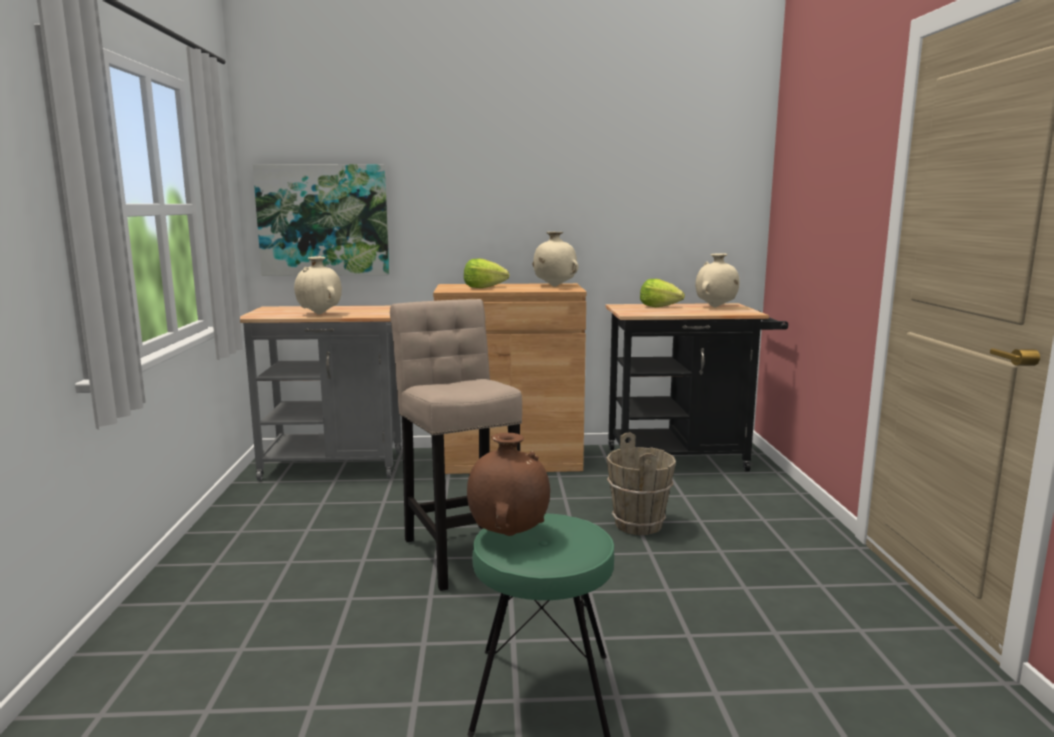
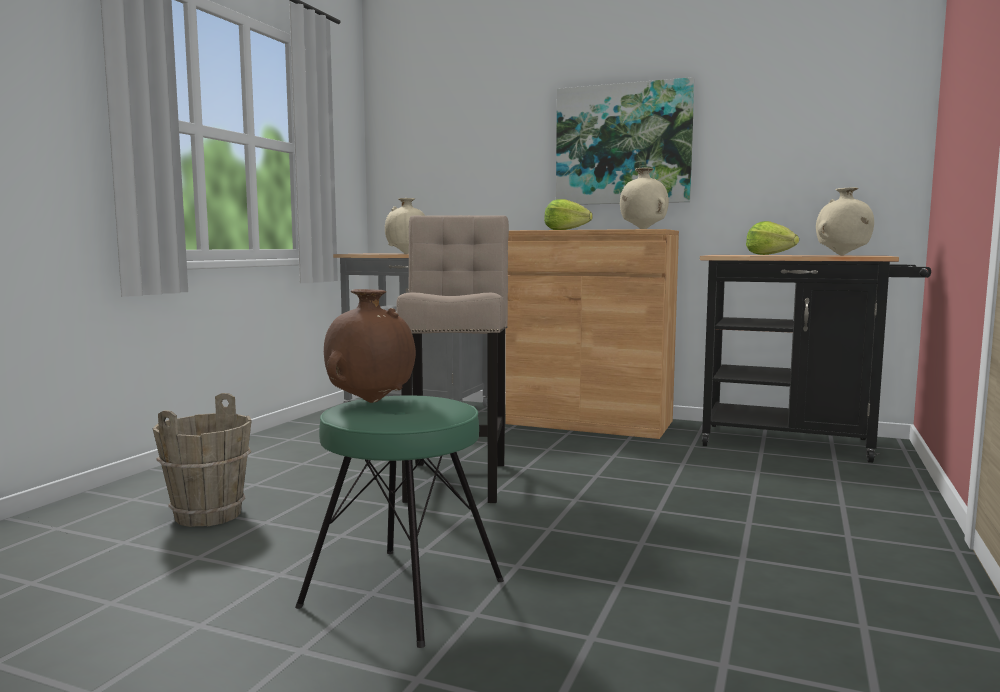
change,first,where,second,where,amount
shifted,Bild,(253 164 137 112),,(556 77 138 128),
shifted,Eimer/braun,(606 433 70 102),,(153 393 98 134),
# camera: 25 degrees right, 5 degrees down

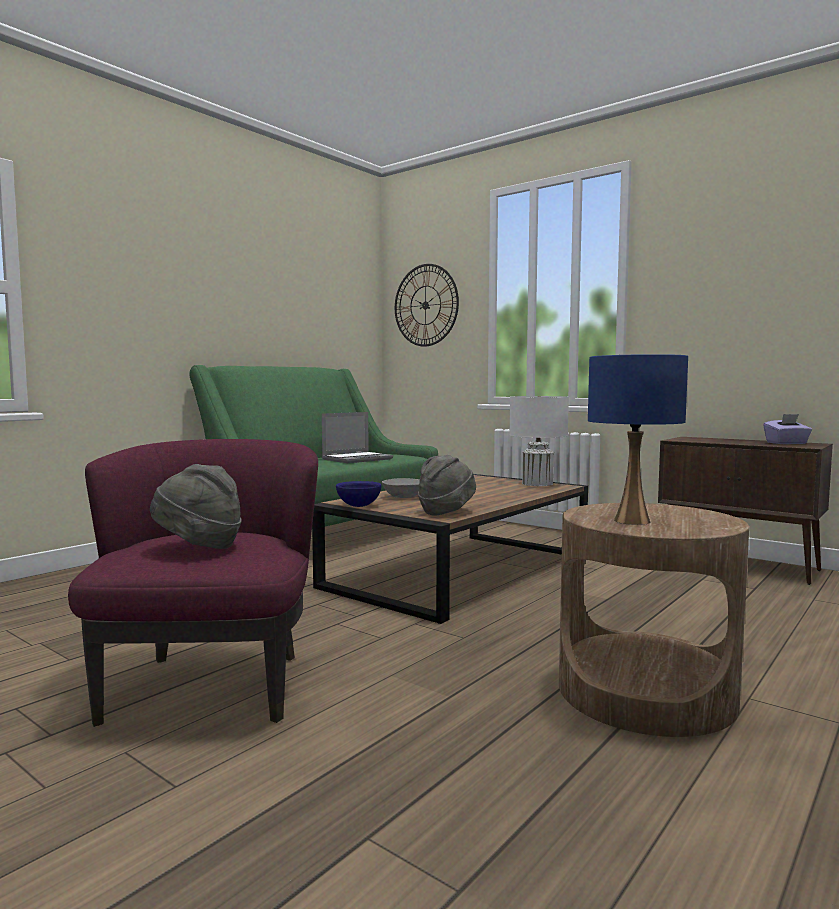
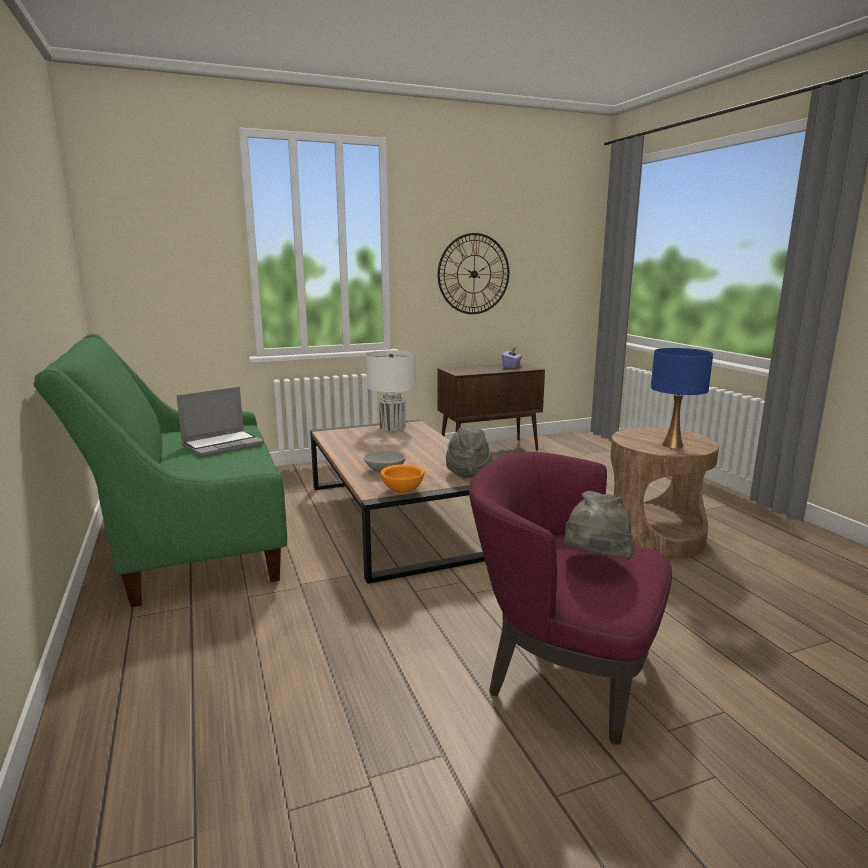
change,first,where,second,where,amount
rotated,Laptop,(322 412 71 51),,(176 387 88 70),60 degrees clockwise
repainted,Schüssel/blau,(336 481 46 26),Schüssel/orange,(381 464 43 29),
shifted,Wanduhr,(395 264 64 83),,(438 233 71 81),
# camera: 60 degrees left, 10 degrees up

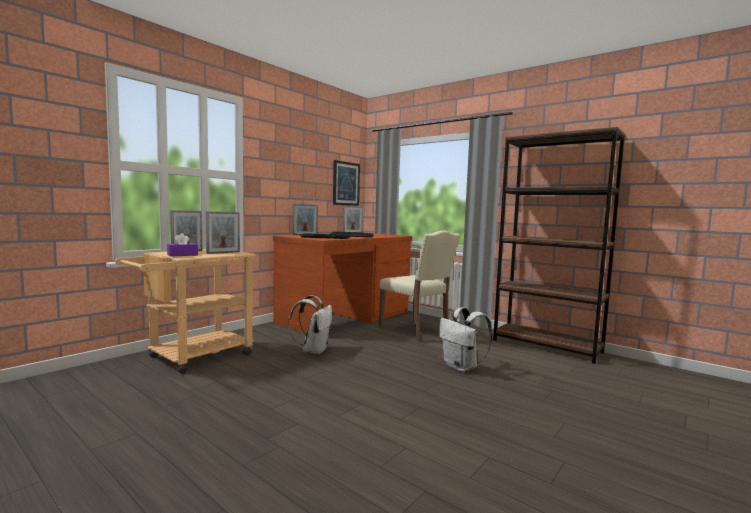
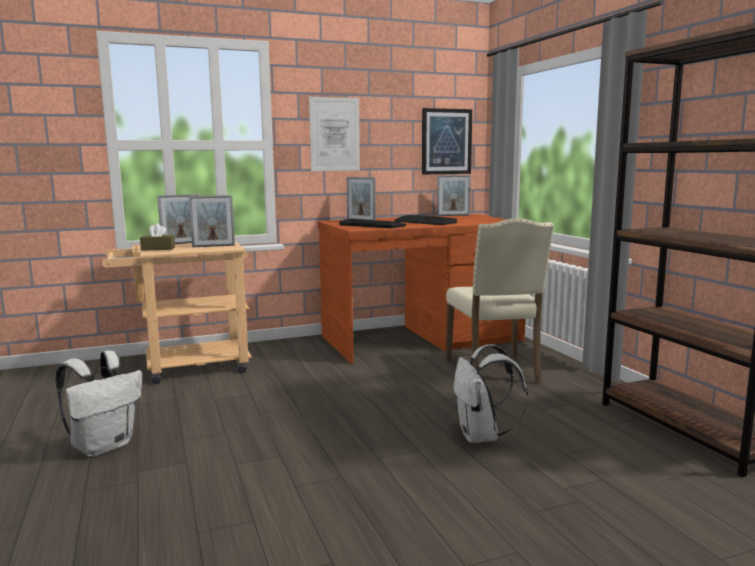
change,first,where,second,where,amount
repainted,Taschentuchbox/lila,(167 233 31 24),Taschentuchbox/braun,(140 223 35 28),
shifted,Rucksack/weiß,(288 295 44 60),,(56 350 86 107),
new,,,Bild,(309 97 51 74),
# camera: 30 degrees right, 5 degrees up

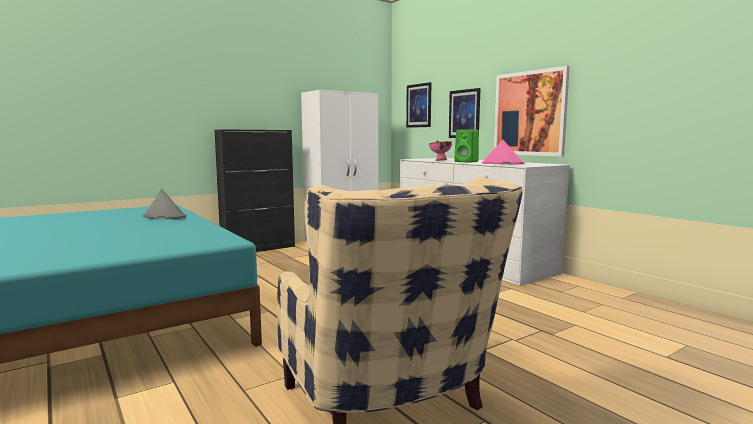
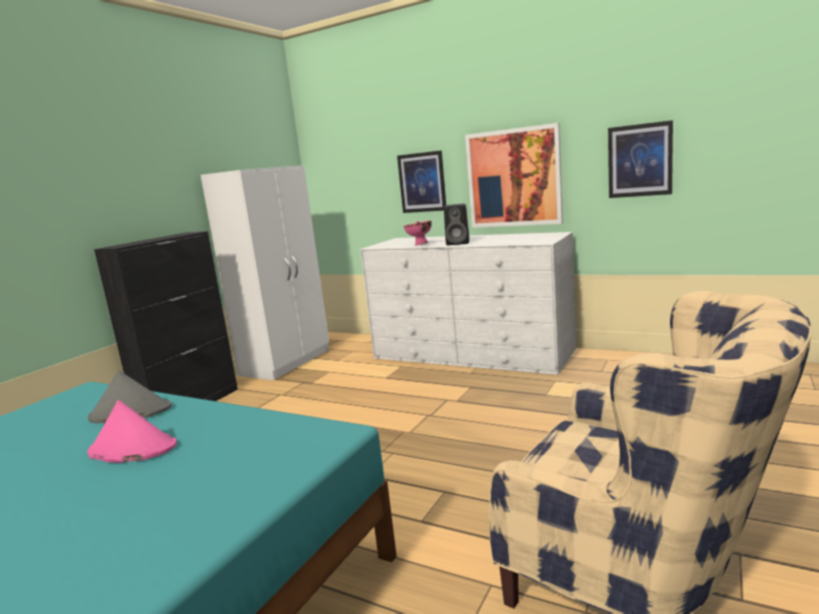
change,first,where,second,where,amount
shifted,Bild,(406 82 26 46),,(608 120 65 78),
repainted,Lautsprecher/grün,(454 130 25 33),Lautsprecher/schwarz,(444 204 25 41),
shifted,Hut/rosa,(482 139 42 25),,(87 400 90 63),
# camera: 25 degrees left, 5 degrees up

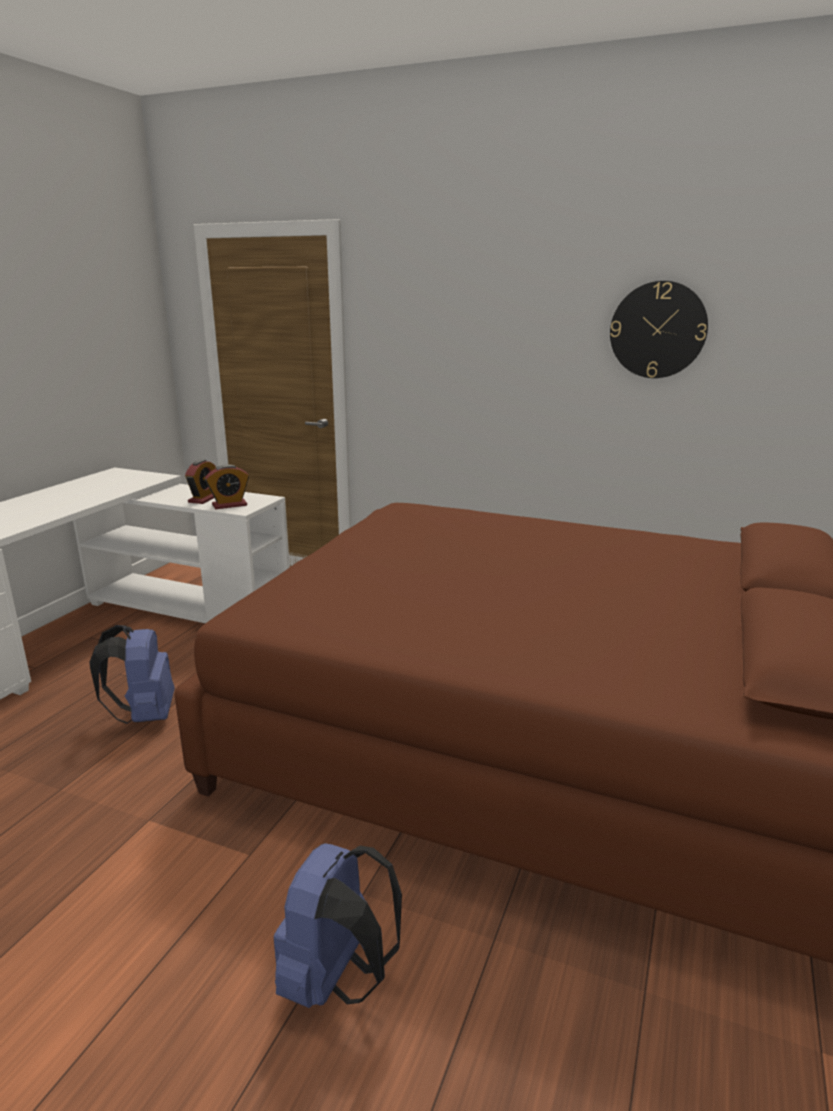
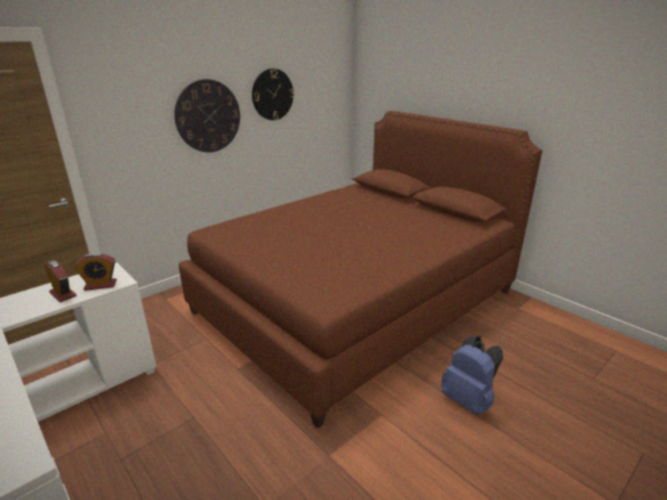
change,first,where,second,where,amount
gone,Rucksack/blau,(89 625 86 99),,,
rotated,Wecker,(205 465 44 44),,(74 253 43 38),75 degrees clockwise
new,,,Wanduhr,(174 79 66 73),
# camera: 65 degrees left, 5 degrees up

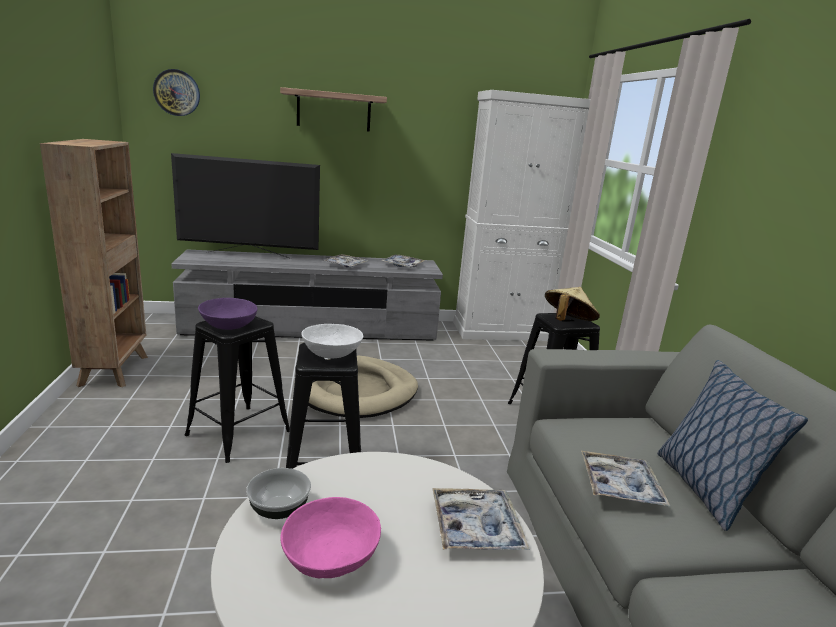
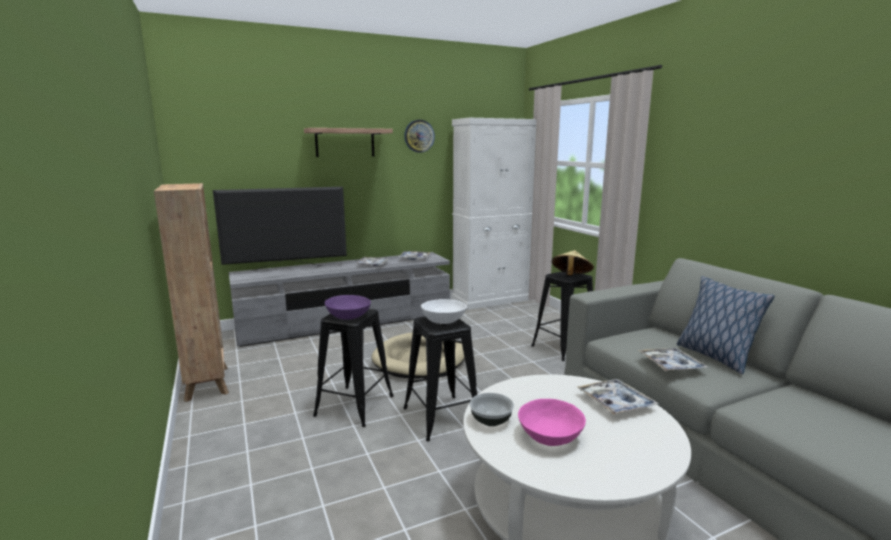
change,first,where,second,where,amount
shifted,Wanduhr,(153 69 47 47),,(404 120 31 33),
# camera: 15 degrees left, 5 degrees down

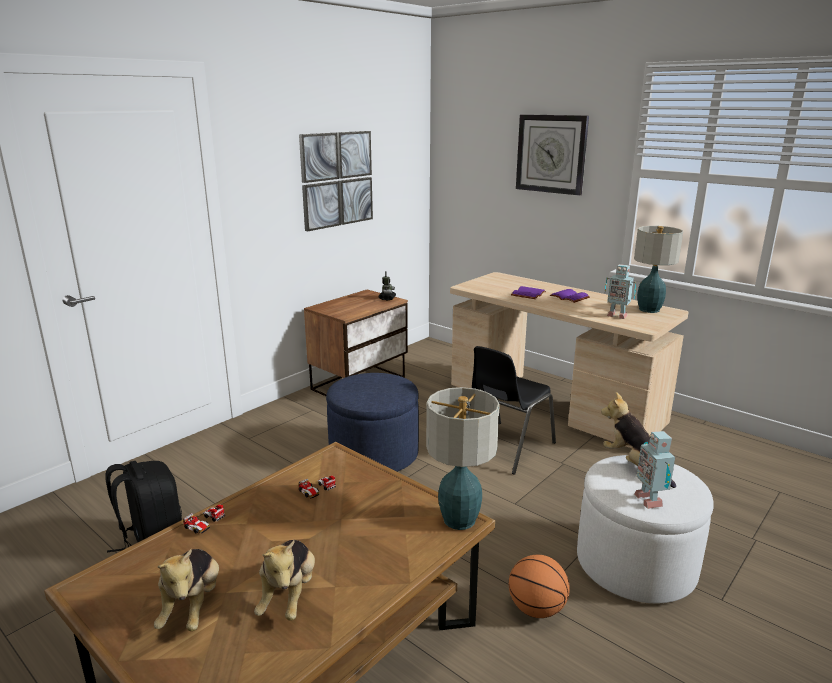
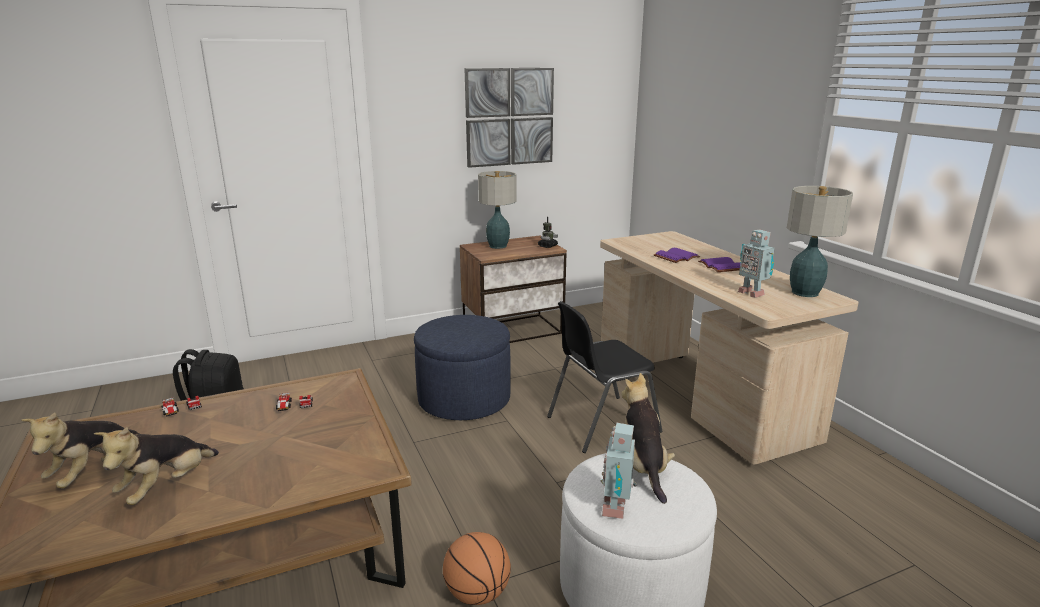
change,first,where,second,where,amount
shifted,Tischlampe,(426 387 74 143),,(478 171 38 78),
gone,Wanduhr,(516 114 73 82),,,
# camera: 25 degrees right, 0 degrees up

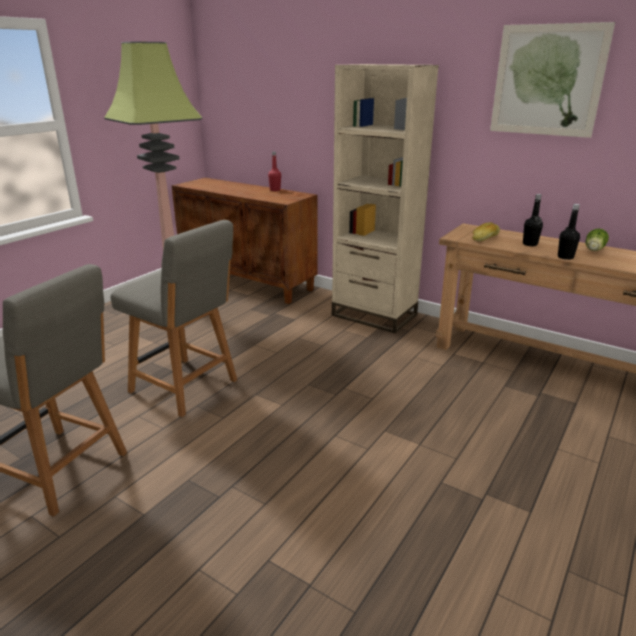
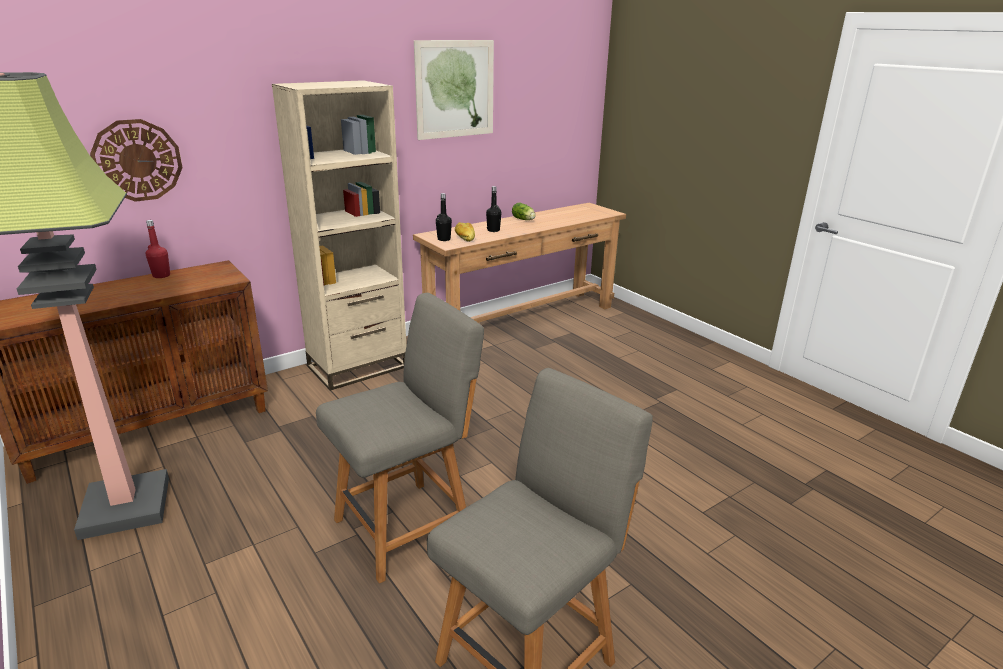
change,first,where,second,where,amount
shifted,Flasche/schwarz,(558 204 22 56),,(436 193 16 48),
new,,,Wanduhr,(90 119 92 83),
# camera: 70 degrees left, 0 degrees up

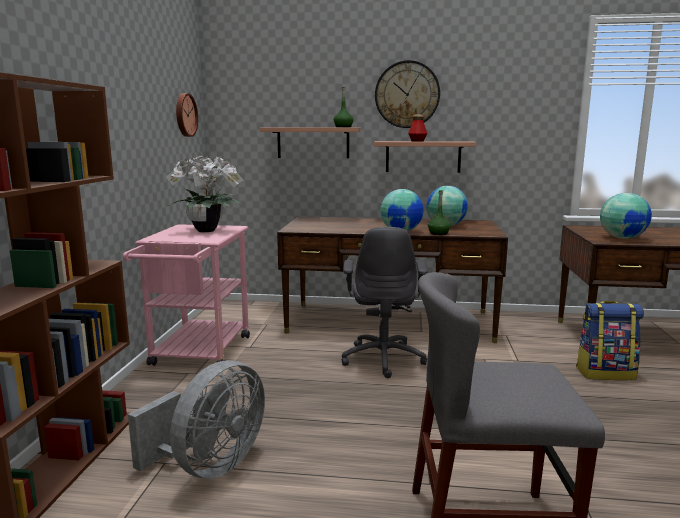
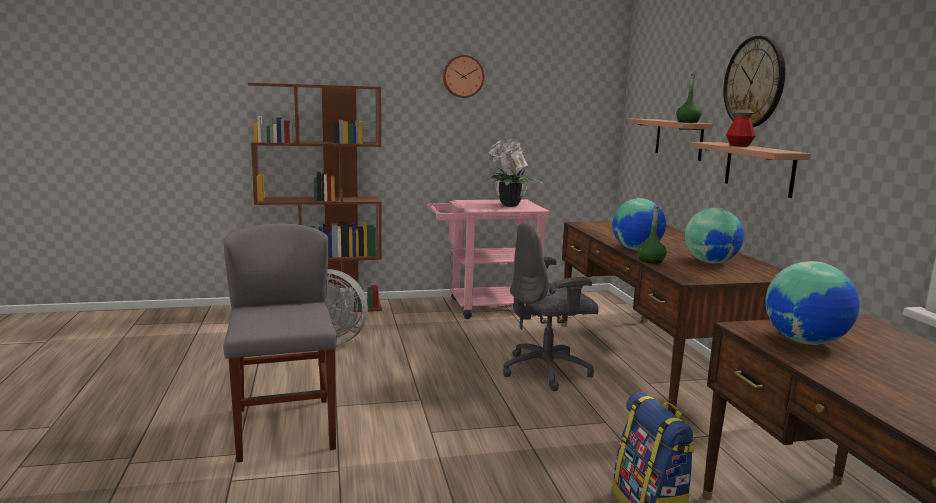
change,first,where,second,where,amount
shifted,Wanduhr,(176 93 22 44),,(443 55 41 43),
# camera: 70 degrees right, 0 degrees up

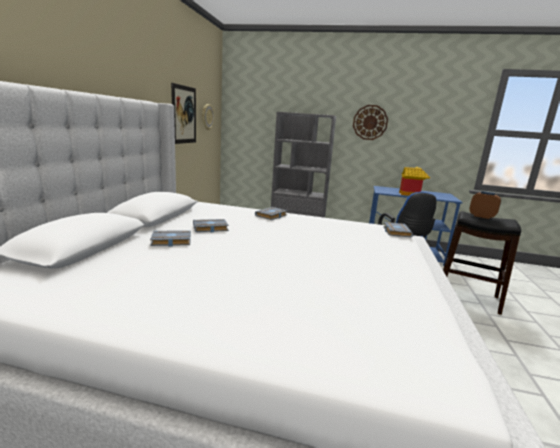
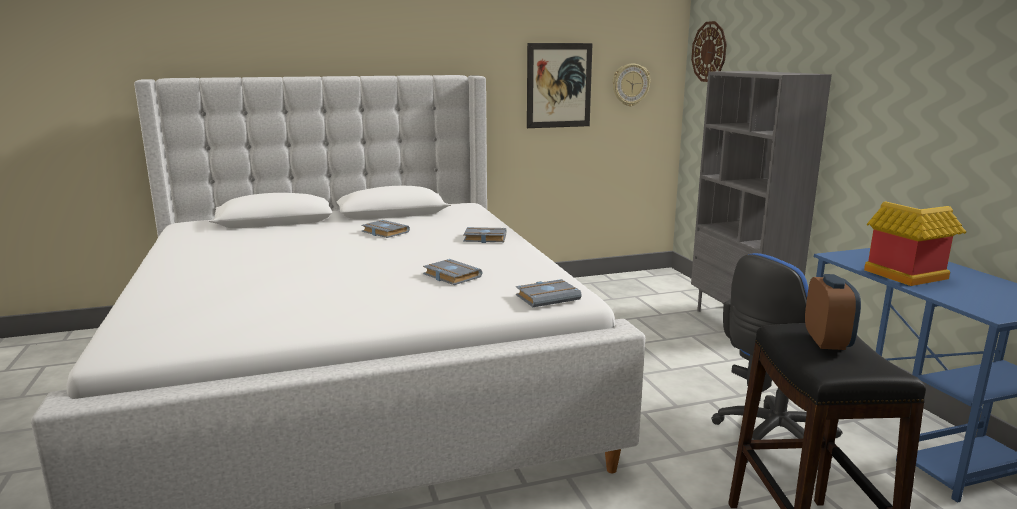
change,first,where,second,where,amount
shifted,Buch/grau,(150 230 41 16),,(423 259 59 26),
shifted,Wanduhr,(353 105 35 35),,(691 21 36 61),
# camera: 60 degrees right, 0 degrees up

